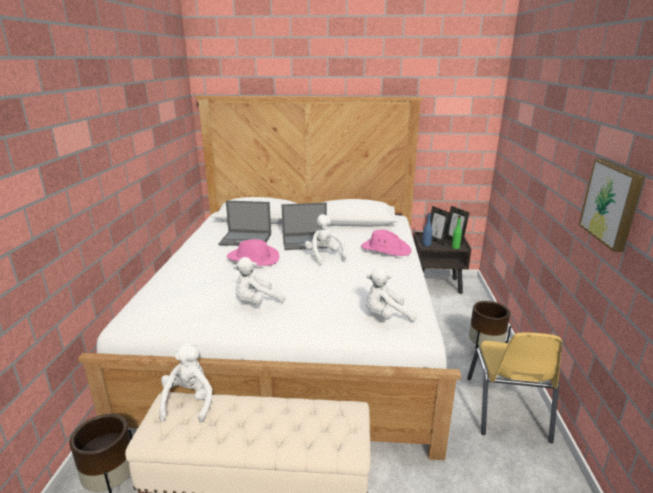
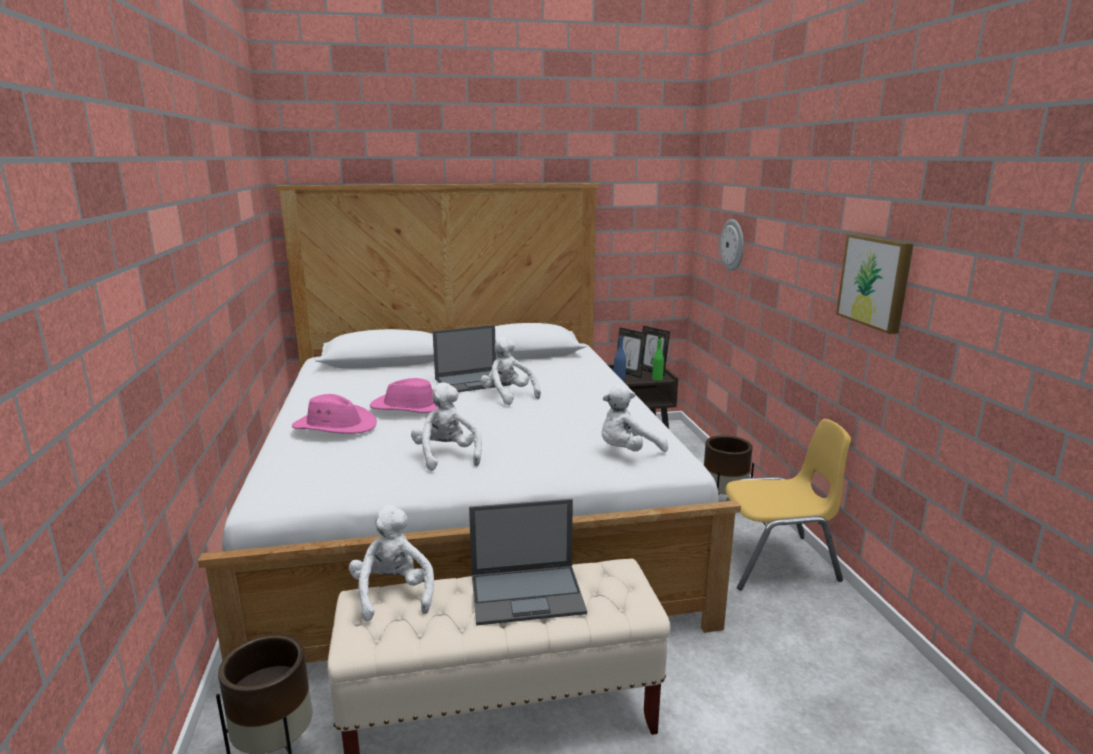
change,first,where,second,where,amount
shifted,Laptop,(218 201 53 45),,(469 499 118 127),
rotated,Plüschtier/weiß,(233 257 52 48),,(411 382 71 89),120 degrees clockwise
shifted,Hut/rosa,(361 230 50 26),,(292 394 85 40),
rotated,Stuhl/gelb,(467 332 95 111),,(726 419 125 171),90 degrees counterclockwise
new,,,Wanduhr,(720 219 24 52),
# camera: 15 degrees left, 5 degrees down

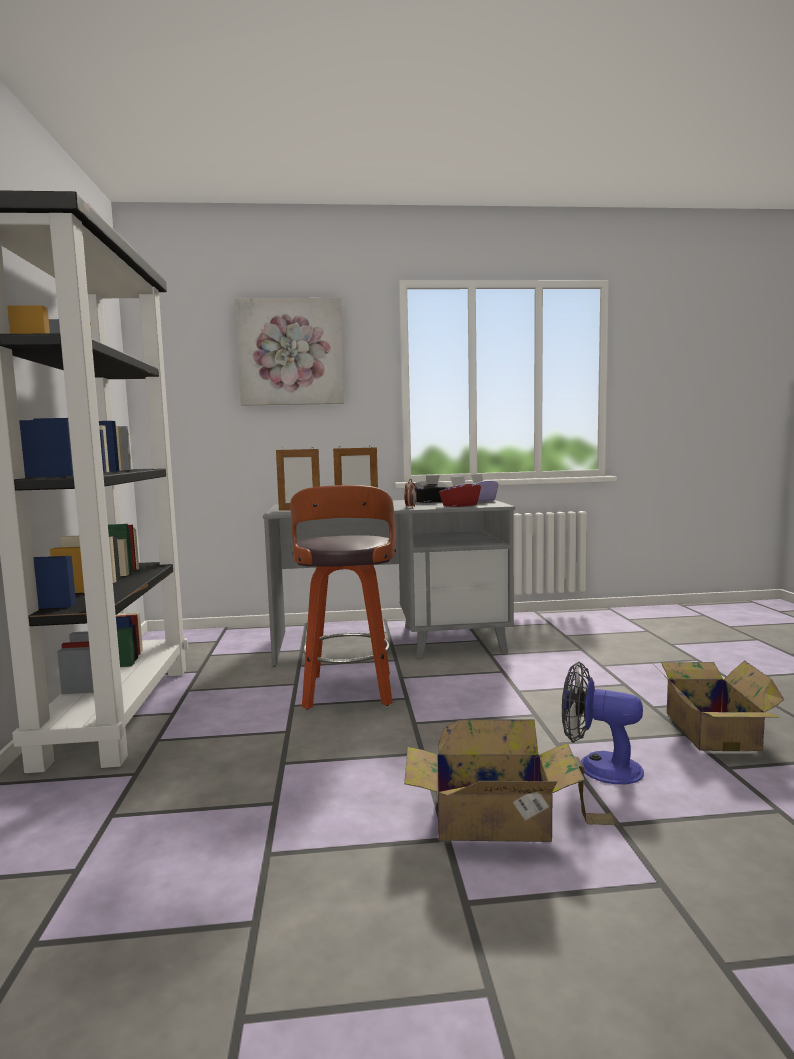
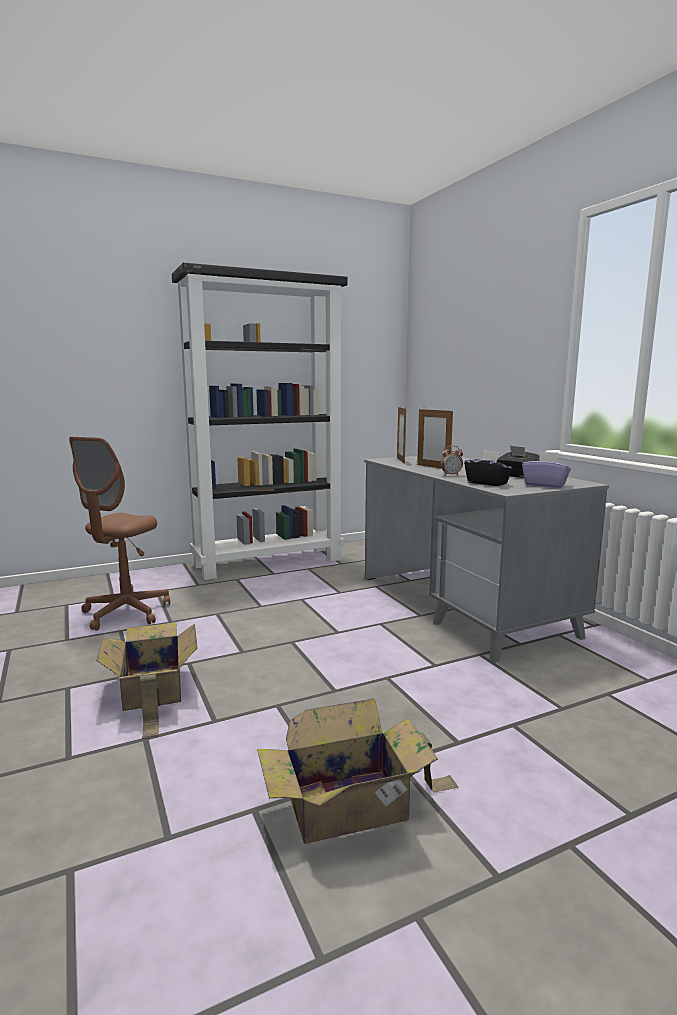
change,first,where,second,where,amount
gone,Bild,(235 298 109 108),,,
gone,Hocker,(290 485 106 224),,,
repainted,Taschentuchbox/rot,(439 476 42 31),Taschentuchbox/schwarz,(464 450 49 36),
gone,Ventilator,(562 661 82 123),,,
new,,,Bürostuhl/braun,(69 437 101 194),
# camera: 70 degrees right, 5 degrees up

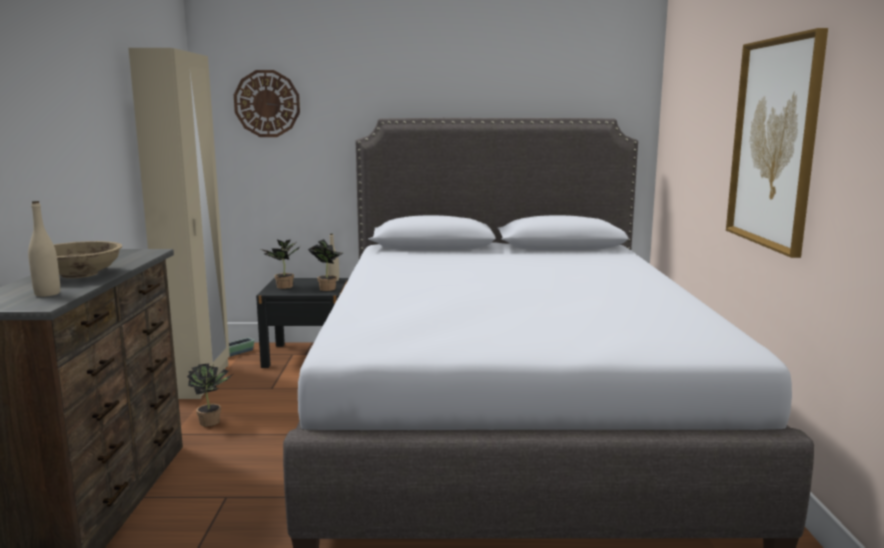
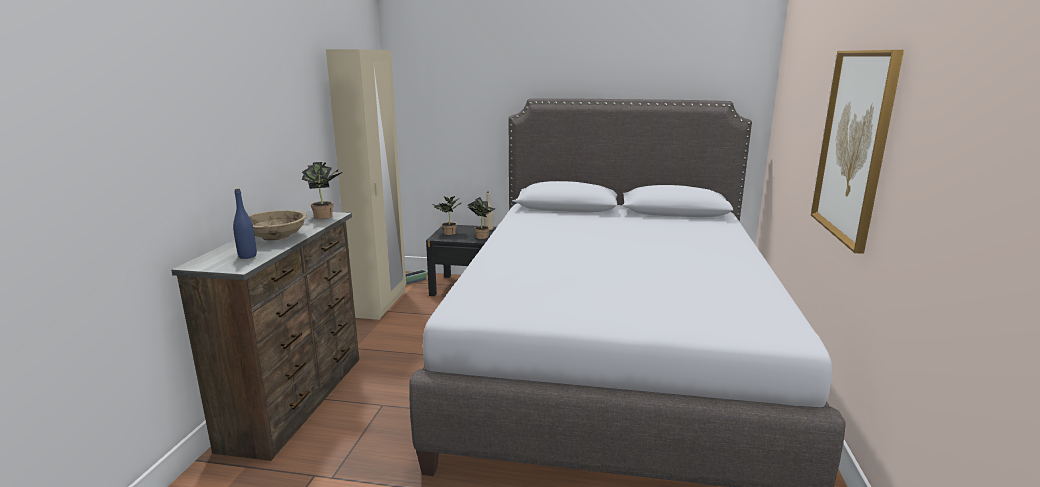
change,first,where,second,where,amount
repainted,Flasche/beige,(28 201 32 96),Flasche/blau,(233 189 24 70),
shifted,Topfpflanze,(187 364 46 62),,(301 162 42 57),
gone,Wanduhr,(234 70 66 67),,,
# camera: 10 degrees right, 5 degrees up

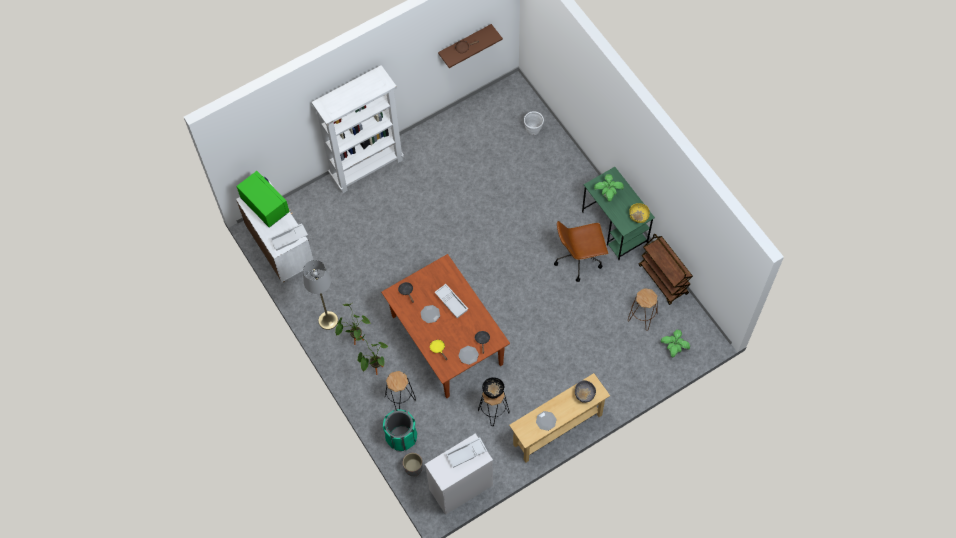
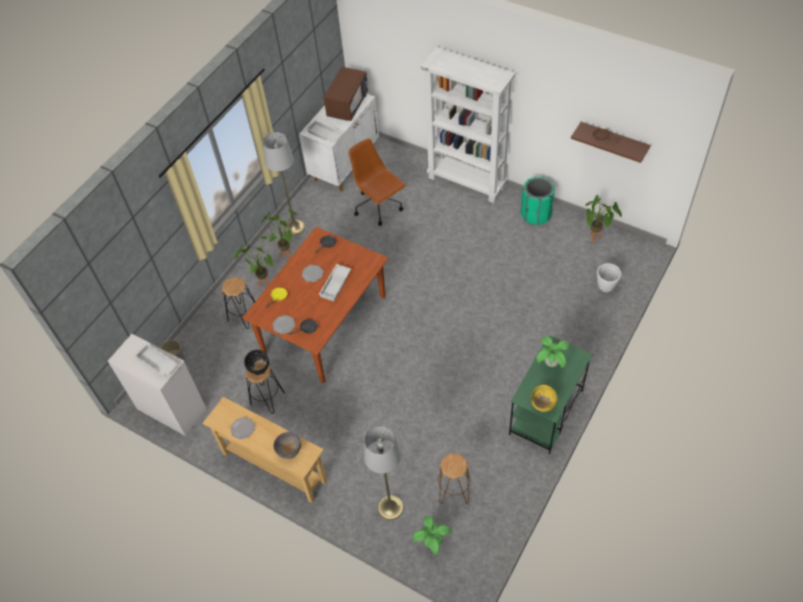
change,first,where,second,where,amount
repainted,Mikrowelle/grün,(236 171 54 57),Mikrowelle/braun,(324 67 44 54),
shifted,Mülleimer/grün,(383 409 34 42),,(521 177 34 48),
shifted,Bürostuhl/braun,(554 221 54 61),,(349 138 57 88),
gone,Rollwagen/braun,(638 234 55 71),,,
new,,,Stehlampe/grau,(364 426 39 94),
new,,,Topfpflanze,(585 195 37 48),
# camera: 65 degrees right, 10 degrees down

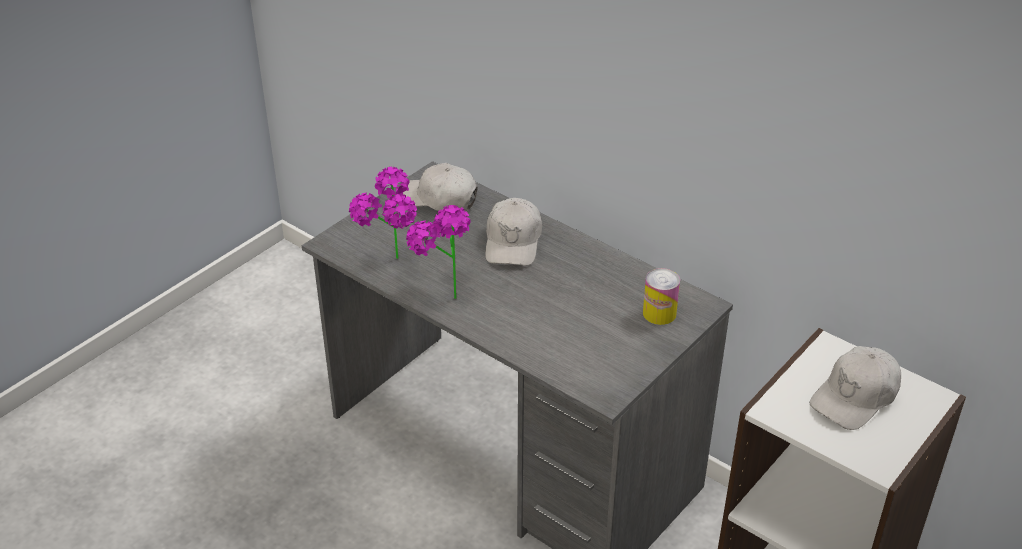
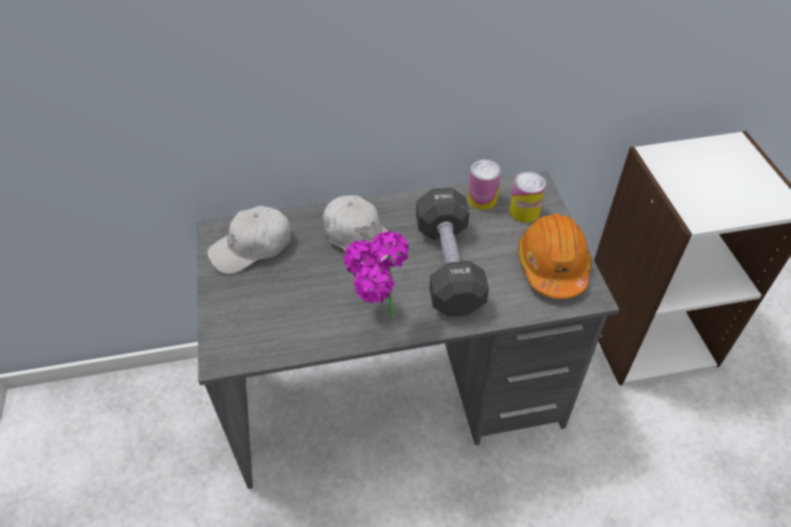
change,first,where,second,where,amount
gone,Topfpflanze,(349 167 68 92),,,
gone,Kappe/weiß,(810 346 91 84),,,
new,,,Hantel/schwarz,(416 187 73 129),
new,,,Dose,(468 160 33 50),
new,,,Schutzhelm/orange,(518 214 73 85),
# camera: 50 degrees left, 10 degrees up

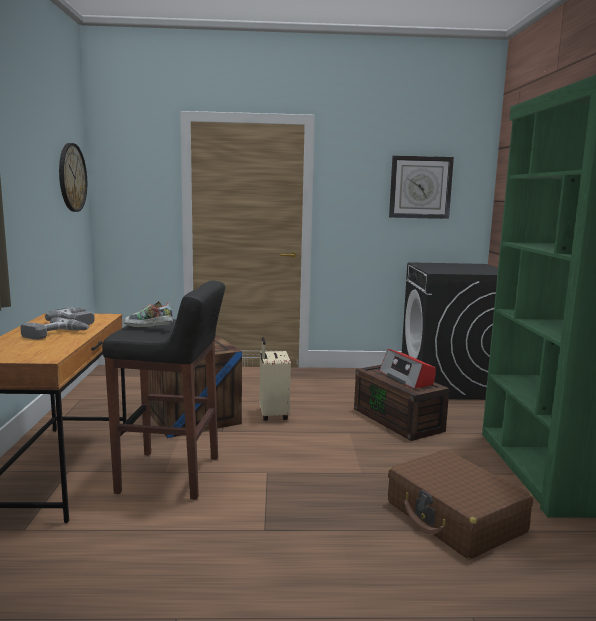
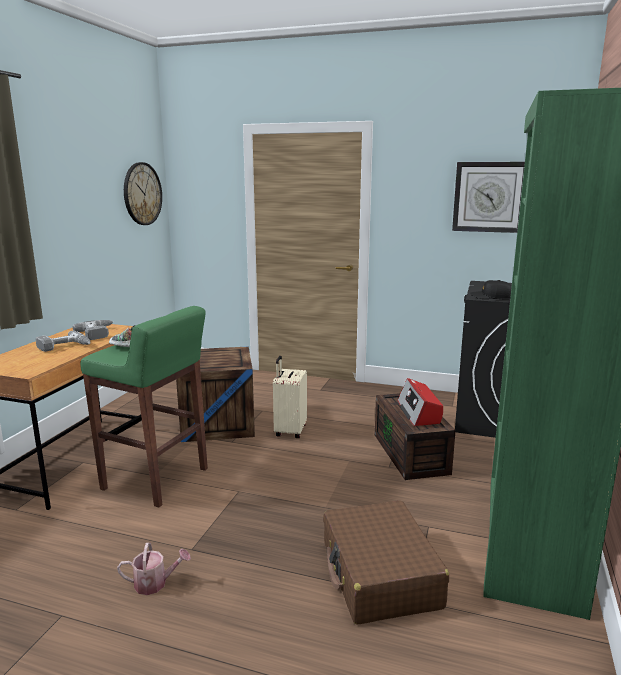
change,first,where,second,where,amount
repainted,Hocker/schwarz,(102 280 123 220),Hocker/grün,(80 306 128 201),
new,,,Gießkanne,(117 543 74 52),
new,,,Kappe/schwarz,(470 280 42 20),
# camera: 20 degrees right, 5 degrees up

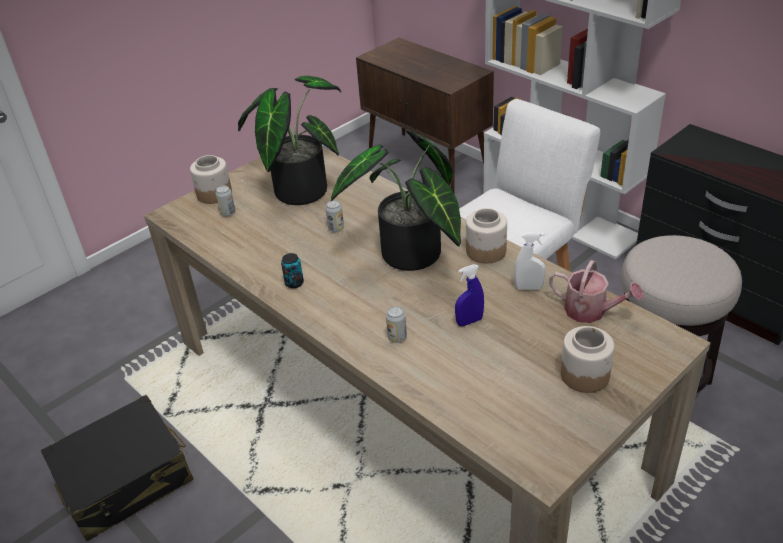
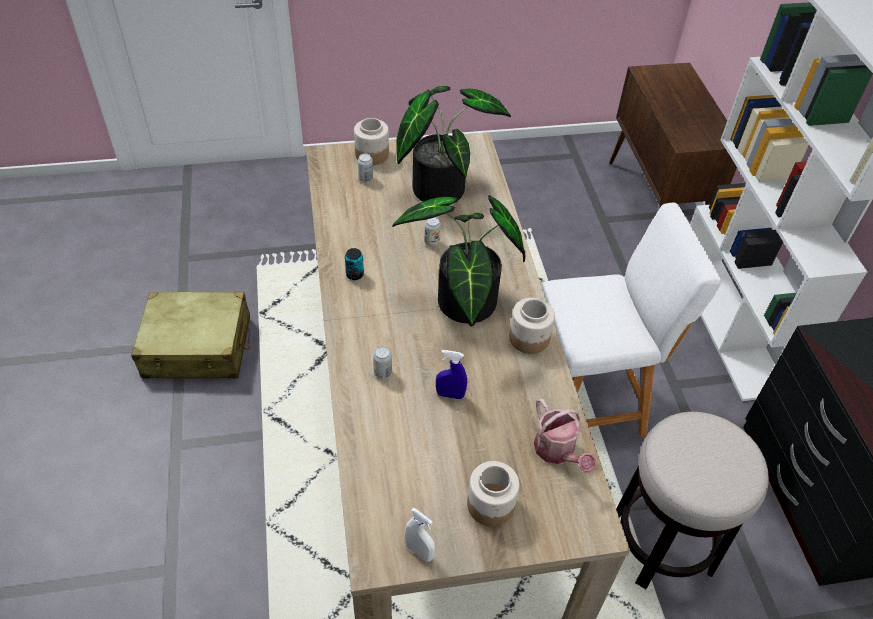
change,first,where,second,where,amount
repainted,Koffer/schwarz,(41 395 153 146),Koffer/beige,(131 292 119 86),
shifted,Sprühflasche/weiß,(514 232 32 58),,(405 508 30 54),
# camera: 30 degrees right, 10 degrees up

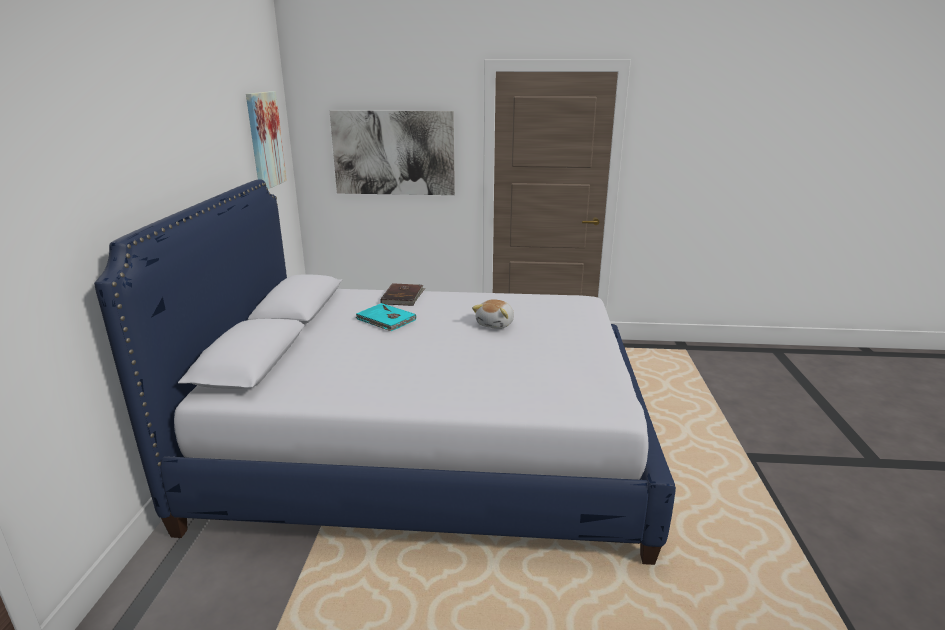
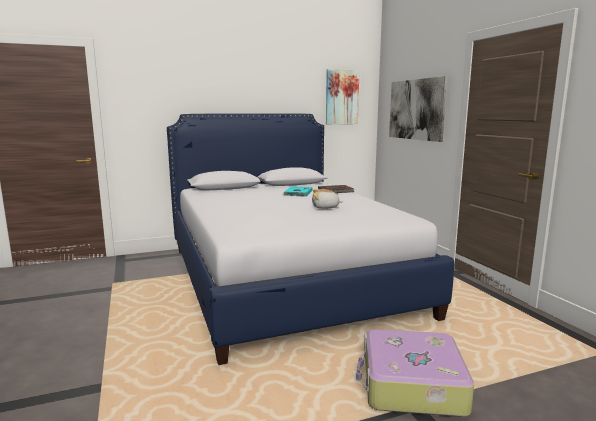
change,first,where,second,where,amount
new,,,Koffer,(356 329 118 88),
# camera: 65 degrees right, 10 degrees down

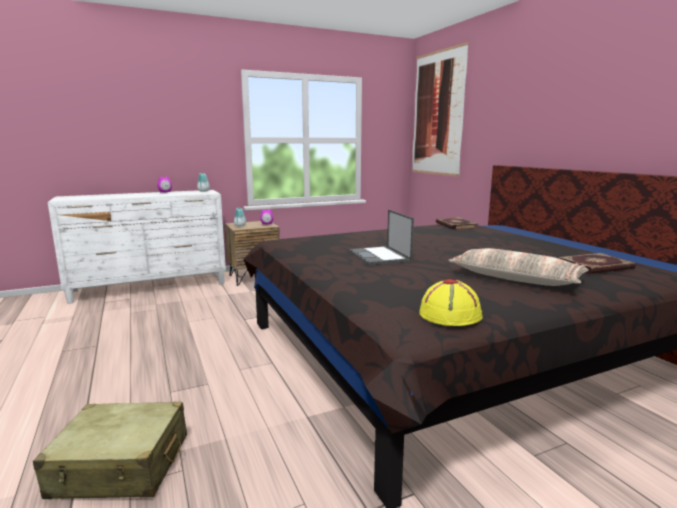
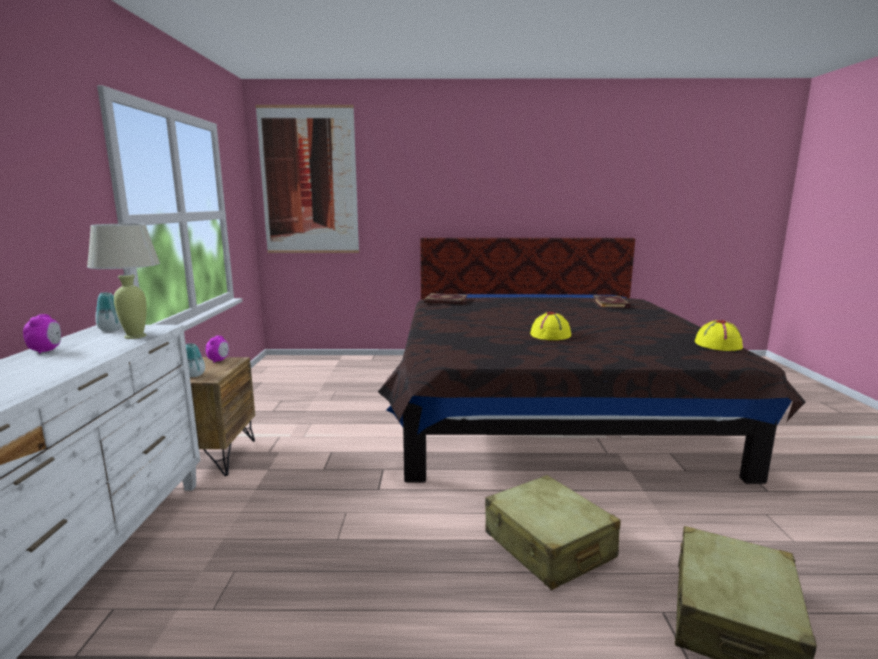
change,first,where,second,where,amount
swapped,Laptop,(349 210 65 56),Hut/gelb,(530 312 41 28),
gone,Kissen,(449 248 140 38),,,
new,,,Tischlampe/beige,(87 223 73 116),
new,,,Koffer/beige,(485 475 136 115),
# camera: 65 degrees left, 0 degrees up

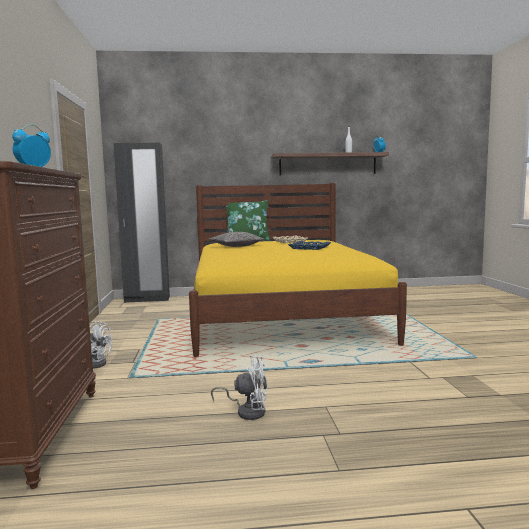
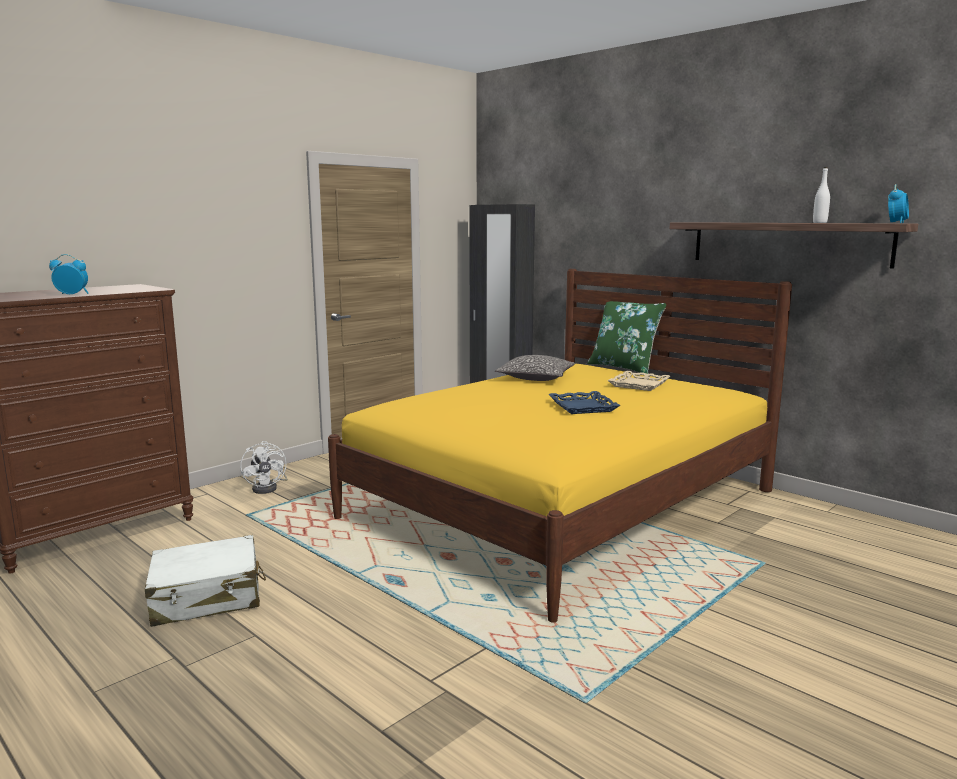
change,first,where,second,where,amount
swapped,Ventilator/weiß,(211 355 56 65),Koffer/weiß,(145 535 121 92),
# camera: 50 degrees right, 5 degrees up

